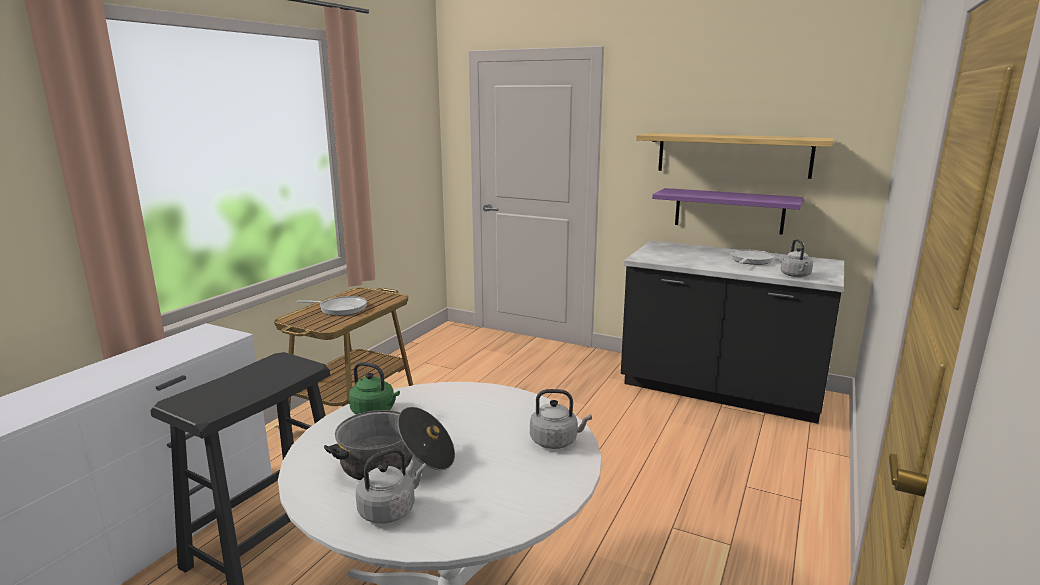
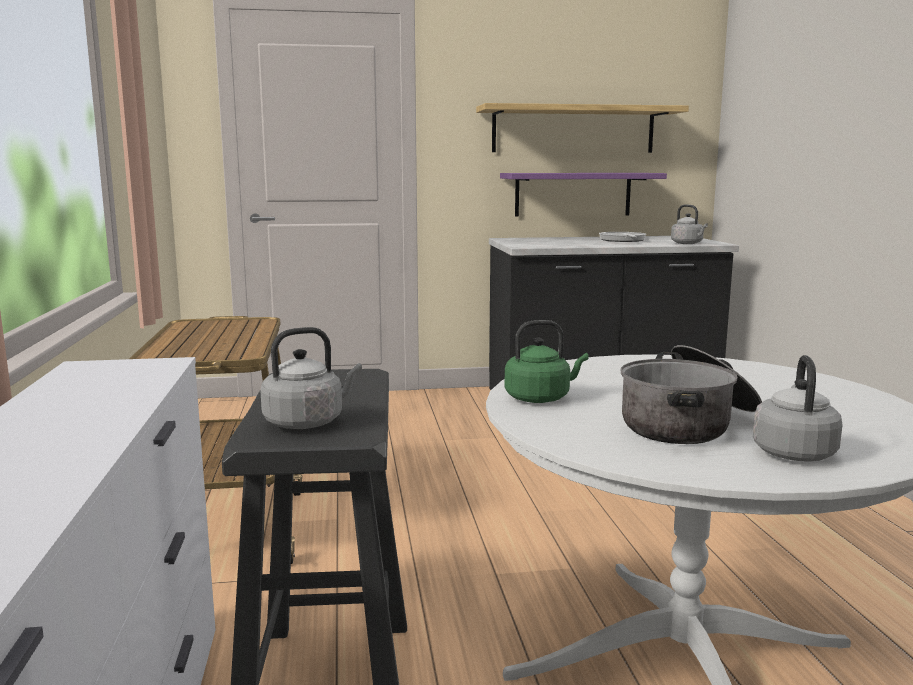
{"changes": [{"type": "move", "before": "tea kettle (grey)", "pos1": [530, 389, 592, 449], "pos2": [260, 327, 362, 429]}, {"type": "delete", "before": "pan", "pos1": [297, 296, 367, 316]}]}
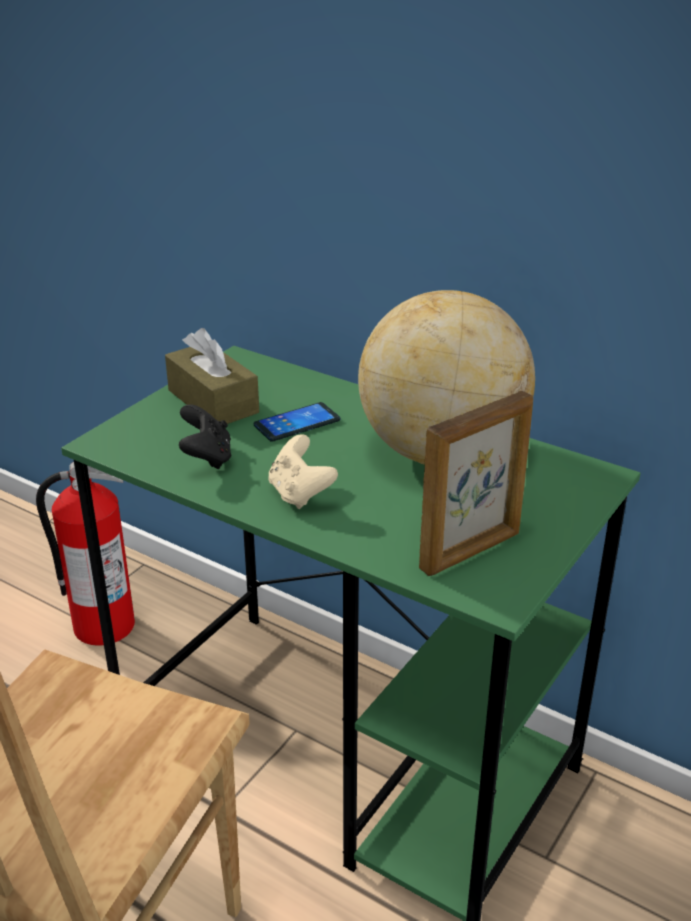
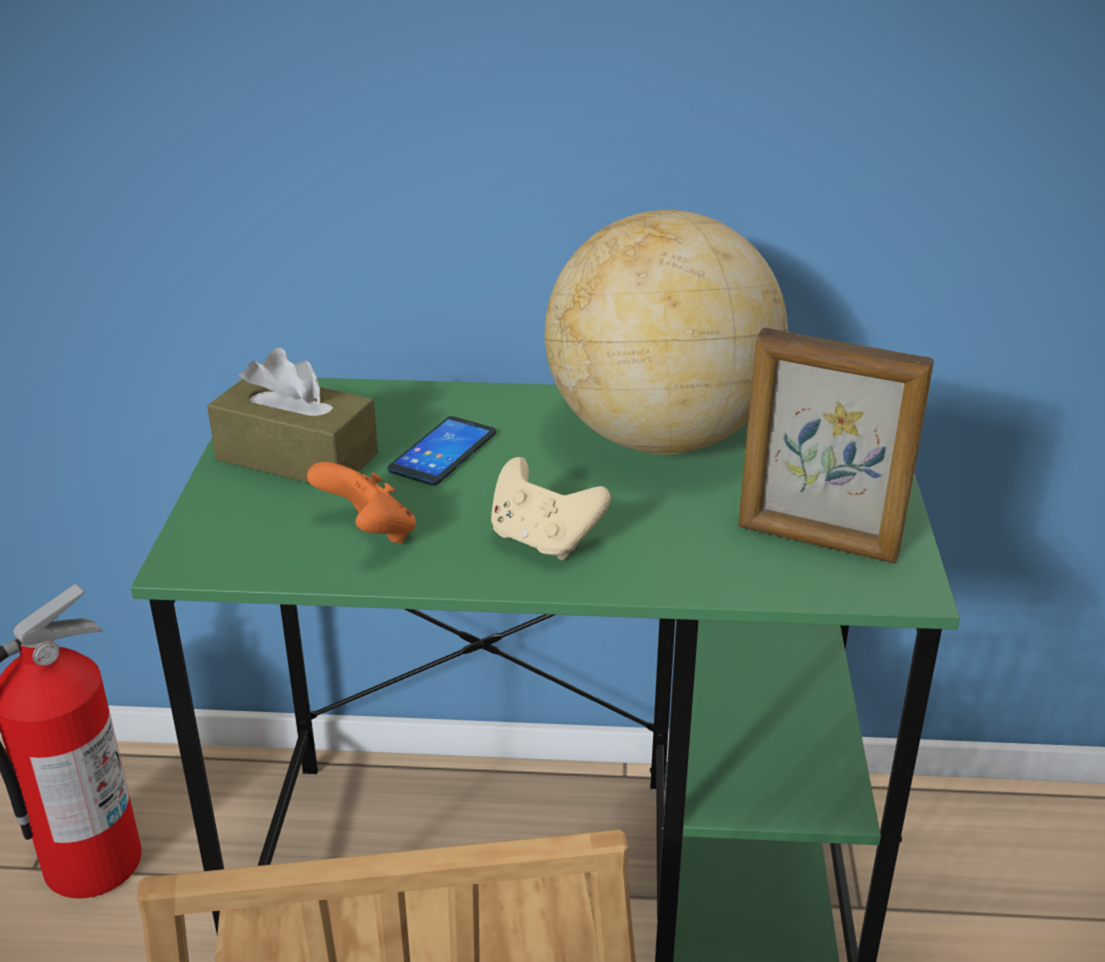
{"changes": [{"type": "recolor", "before": "gamepad (black)", "after": "gamepad (orangey)", "pos1": [179, 404, 231, 469], "pos2": [307, 462, 416, 544]}, {"type": "rotate", "before": "picture frame", "pos1": [419, 391, 533, 576], "pos2": [738, 327, 934, 563], "turn": 90}]}
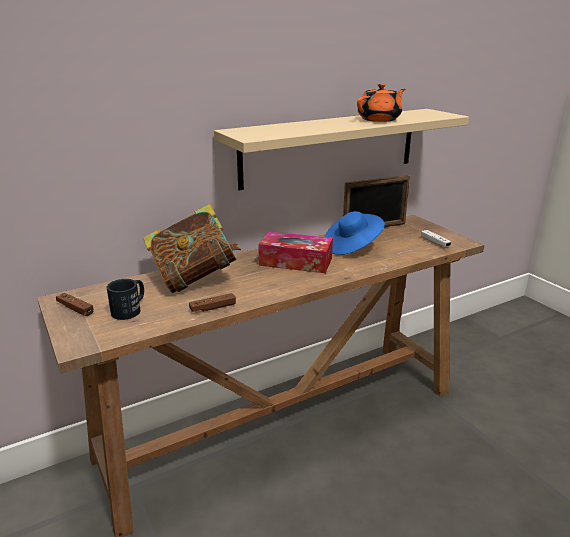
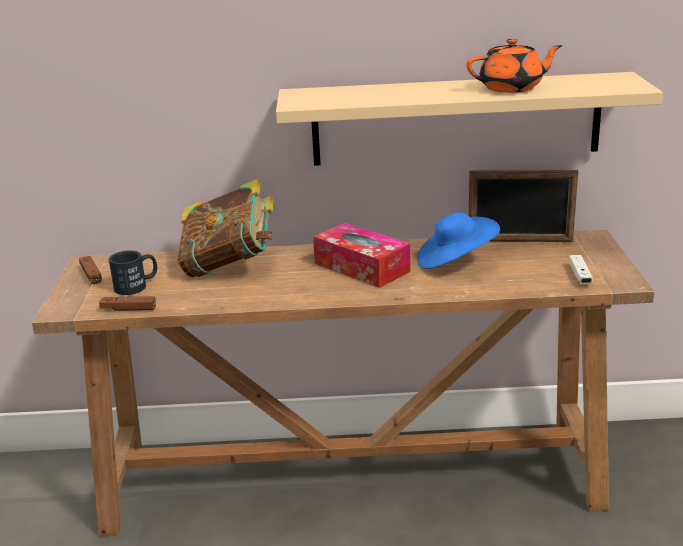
{"changes": [{"type": "move", "before": "gamepad (brown)", "pos1": [189, 293, 236, 312], "pos2": [99, 296, 156, 311]}]}
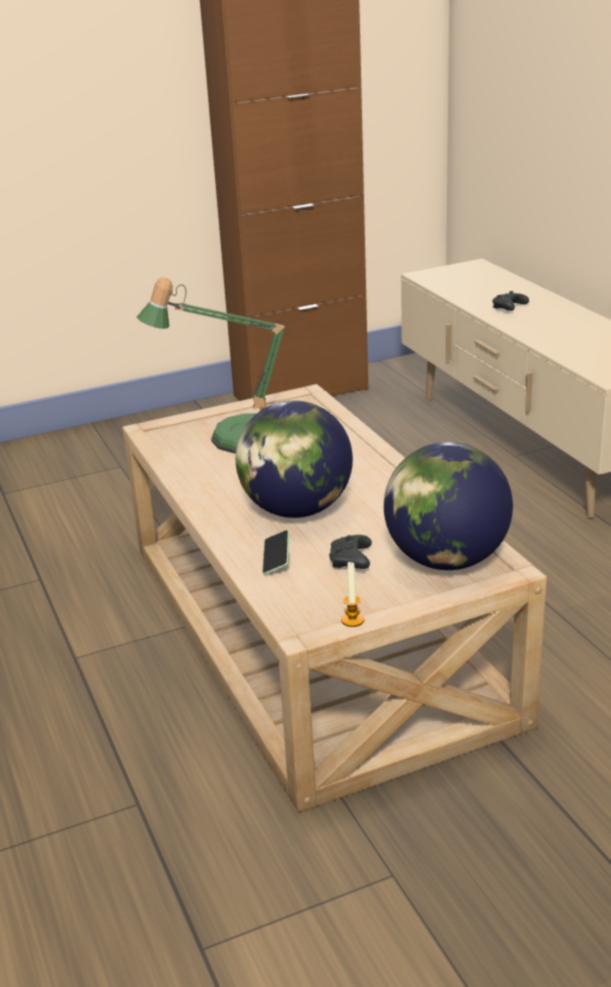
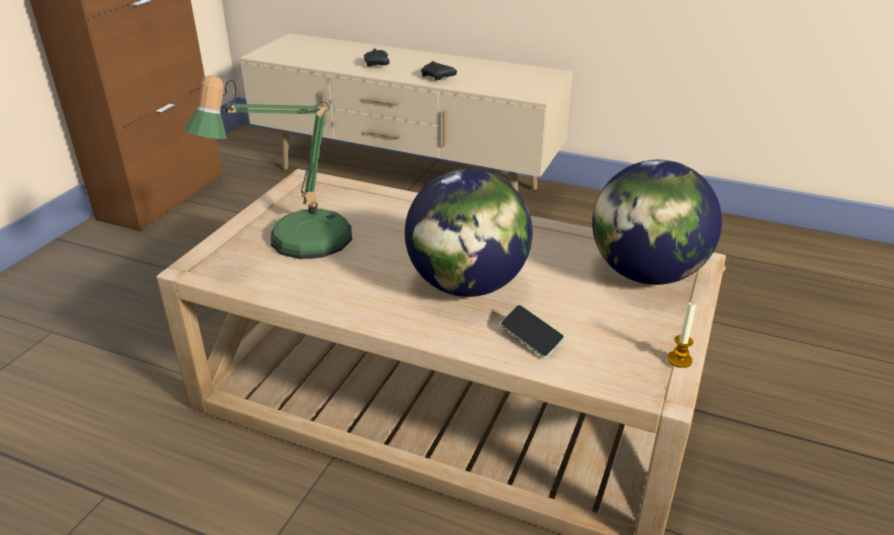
{"changes": [{"type": "move", "before": "gamepad (black)", "pos1": [329, 535, 372, 569], "pos2": [421, 61, 457, 81]}]}
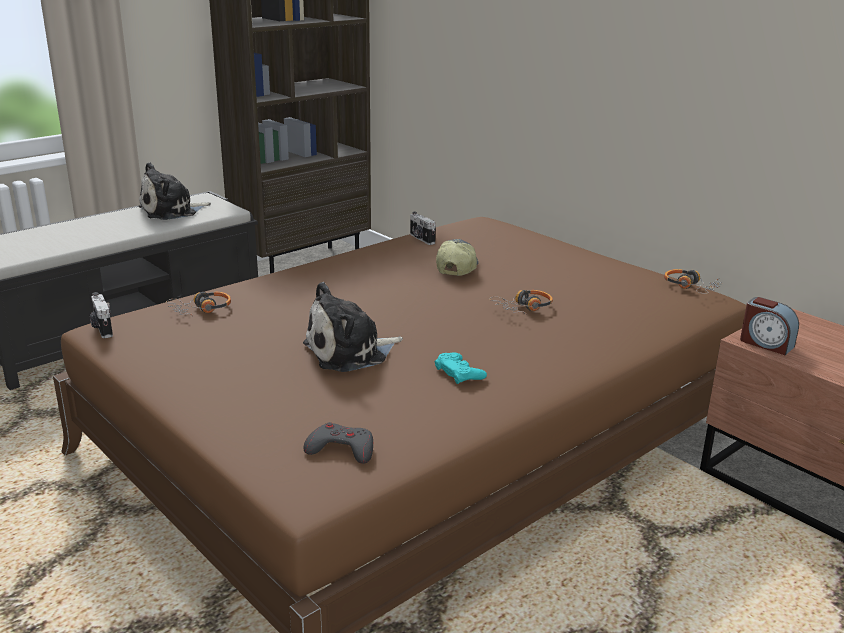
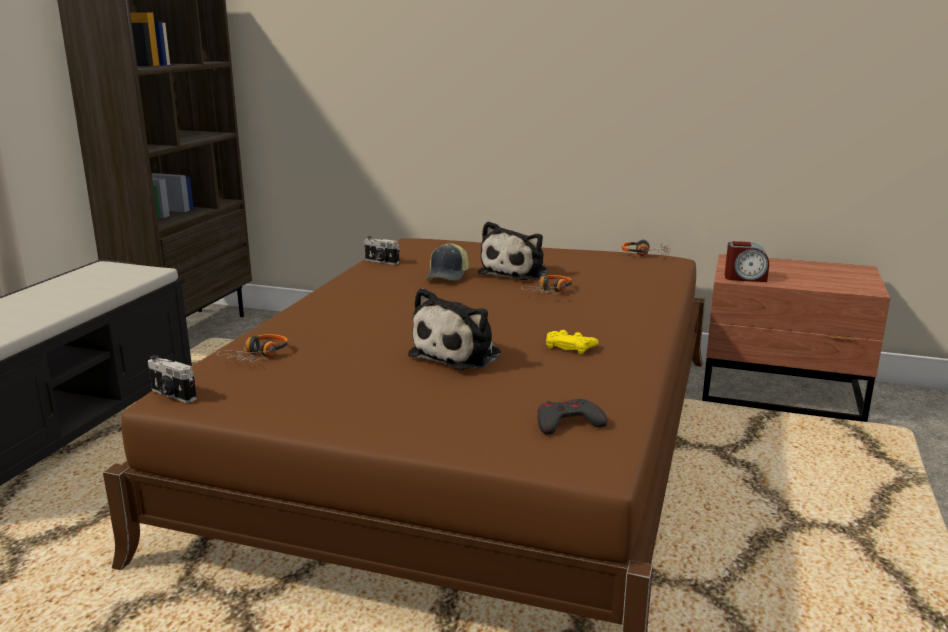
{"changes": [{"type": "rotate", "before": "cap", "pos1": [436, 239, 479, 276], "pos2": [426, 243, 469, 281], "turn": -150}, {"type": "move", "before": "cuddly toy", "pos1": [138, 162, 211, 220], "pos2": [478, 221, 548, 280]}, {"type": "recolor", "before": "gamepad (turquoise)", "after": "gamepad (yellow-coloured)", "pos1": [434, 352, 487, 384], "pos2": [546, 330, 599, 355]}]}
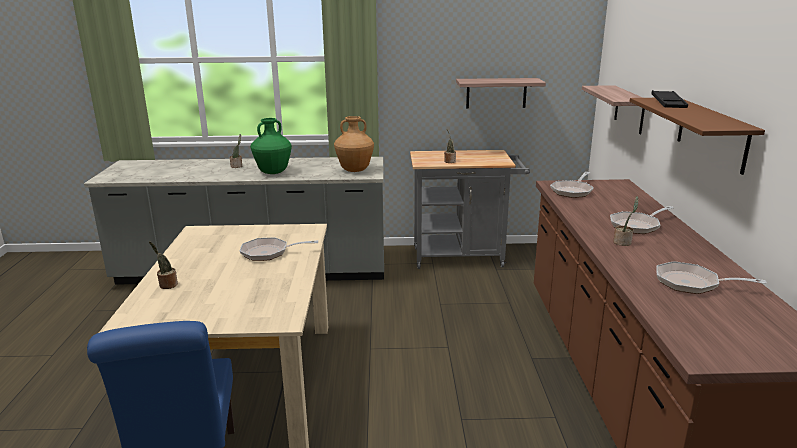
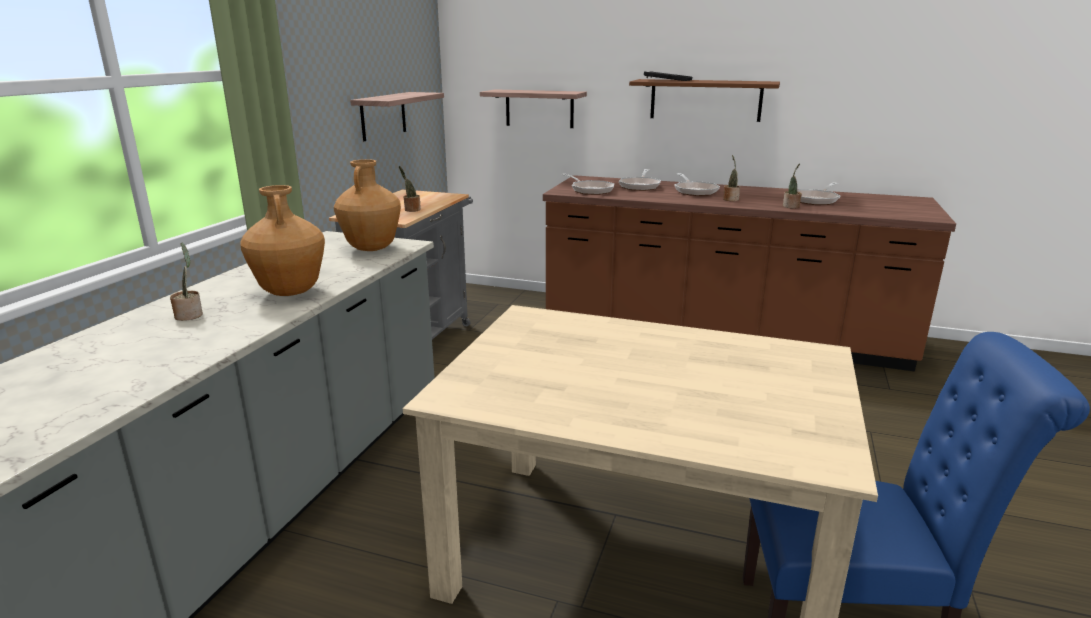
{"changes": [{"type": "recolor", "before": "vase (greenish)", "after": "vase (brown)", "pos1": [250, 118, 292, 174], "pos2": [240, 185, 325, 296]}, {"type": "move", "before": "pan", "pos1": [240, 237, 318, 261], "pos2": [619, 169, 661, 191]}, {"type": "move", "before": "houseplant", "pos1": [149, 241, 178, 289], "pos2": [783, 163, 802, 209]}]}
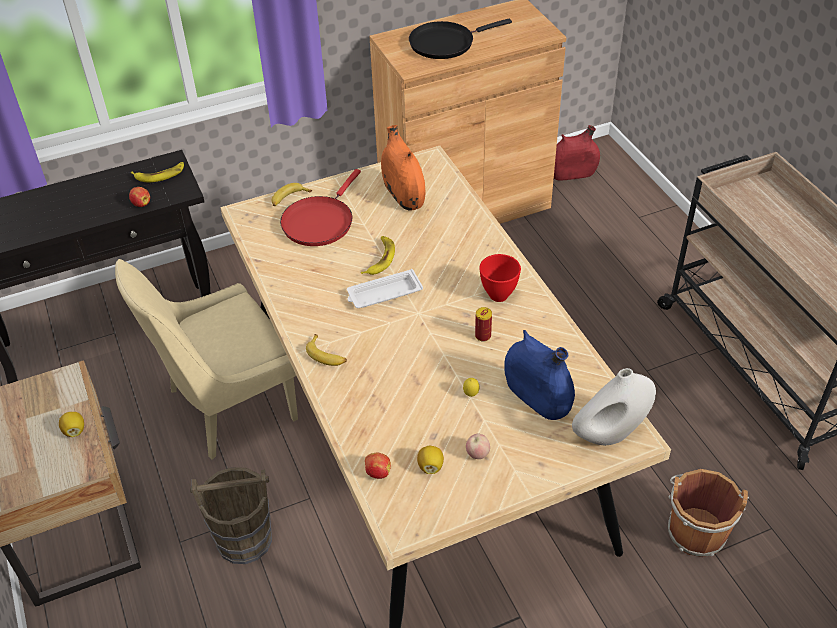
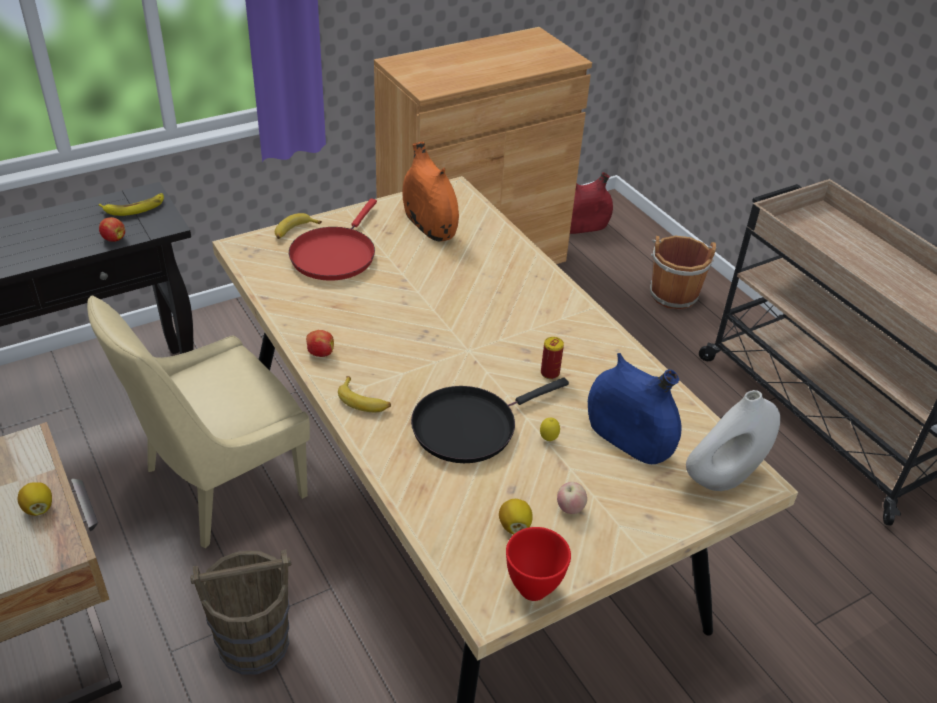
{"changes": [{"type": "move", "before": "whole apple", "pos1": [365, 453, 391, 479], "pos2": [306, 330, 334, 357]}, {"type": "move", "before": "pan (black)", "pos1": [409, 19, 512, 59], "pos2": [411, 378, 569, 463]}, {"type": "move", "before": "bowl (red-coloured)", "pos1": [479, 254, 521, 302], "pos2": [506, 527, 571, 601]}, {"type": "move", "before": "bucket (brown)", "pos1": [668, 469, 749, 558], "pos2": [650, 236, 717, 310]}, {"type": "delete", "before": "carrying tray (white-coloured)", "pos1": [347, 269, 423, 308]}, {"type": "delete", "before": "banana fruit", "pos1": [361, 236, 395, 275]}]}
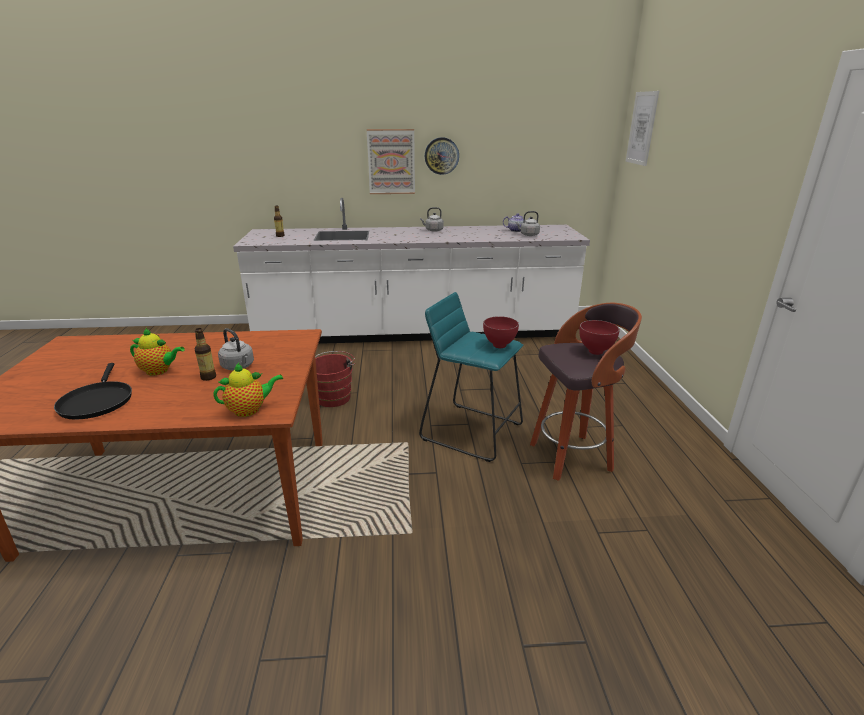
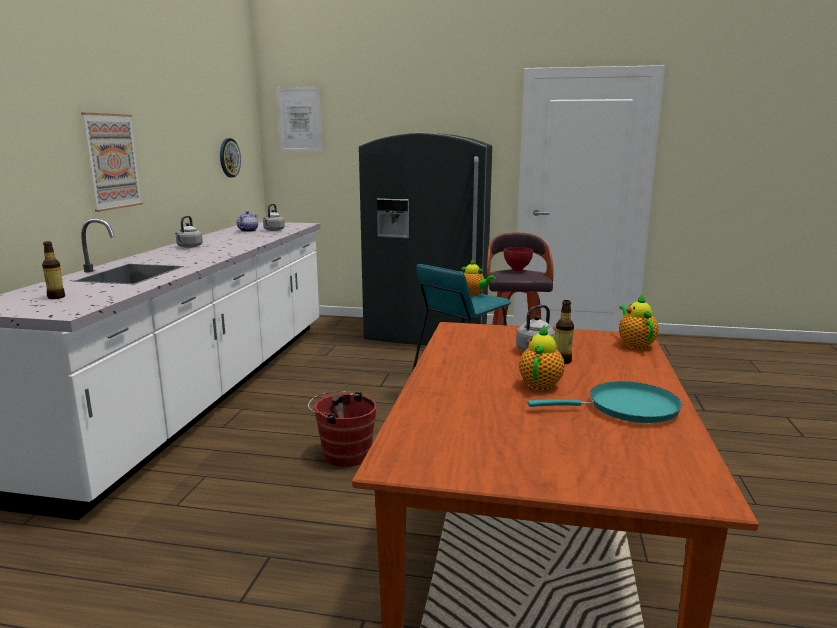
{"changes": [{"type": "move", "before": "hanging clock", "pos1": [425, 137, 459, 175], "pos2": [220, 138, 241, 178]}, {"type": "insert", "after": "refrigerator (grey)", "pos2": [359, 133, 492, 345]}, {"type": "replace", "before": "bowl (red-coloured)", "after": "tea pot", "pos1": [483, 316, 519, 348], "pos2": [460, 260, 496, 295]}, {"type": "recolor", "before": "pan (black)", "after": "pan (turquoise)", "pos1": [54, 363, 132, 420], "pos2": [528, 381, 682, 423]}]}
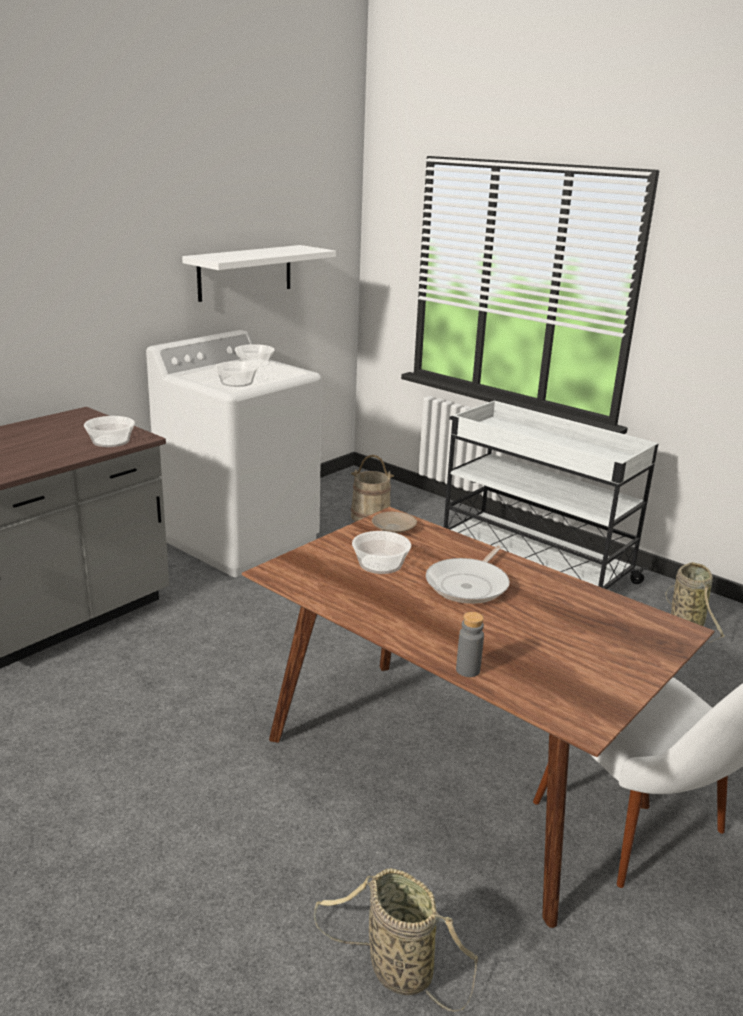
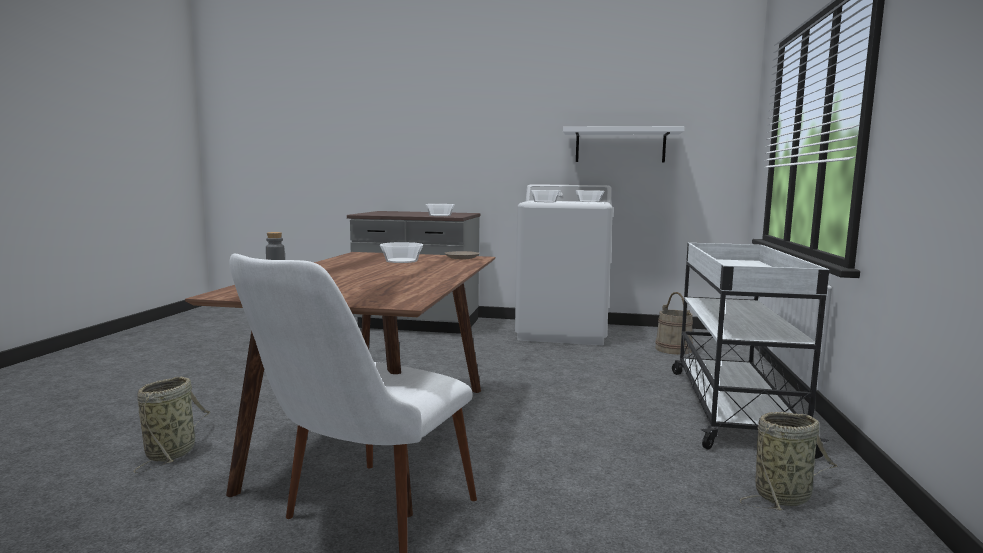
{"changes": [{"type": "delete", "before": "pan", "pos1": [426, 546, 510, 604]}]}
